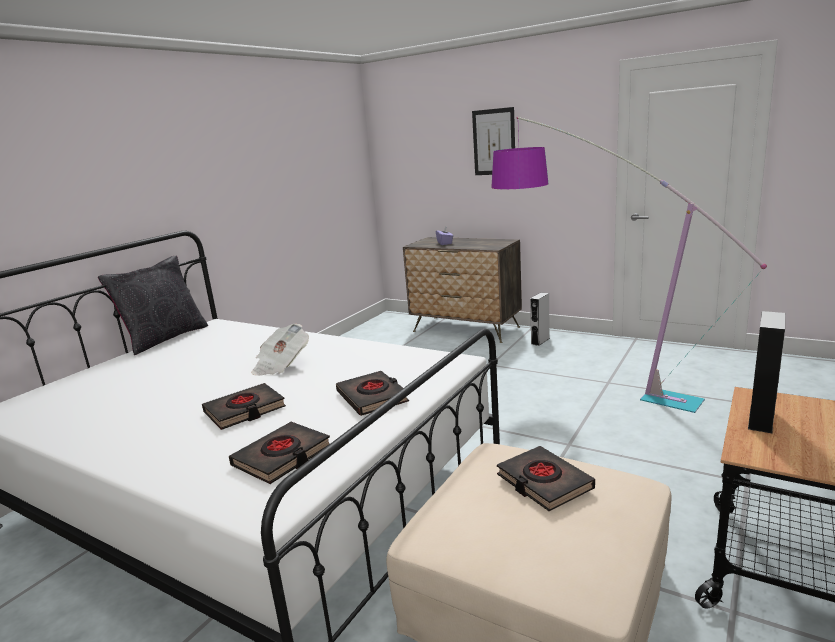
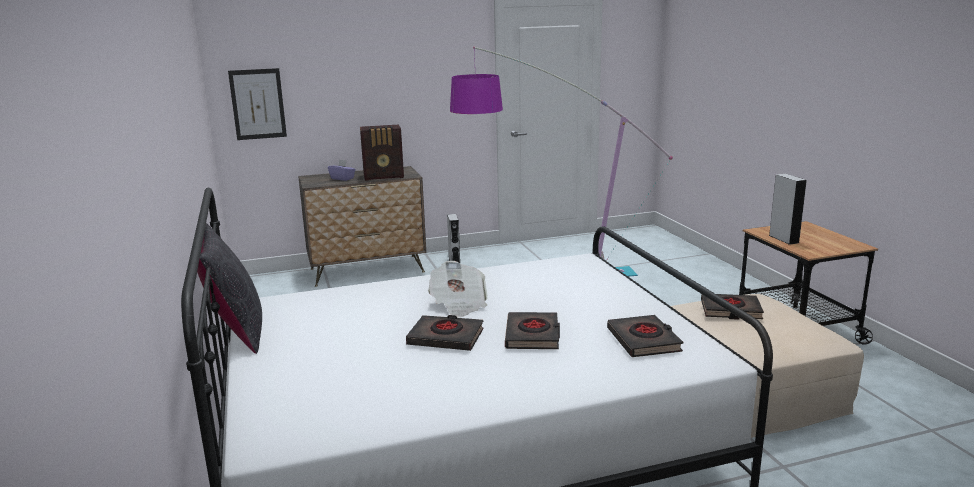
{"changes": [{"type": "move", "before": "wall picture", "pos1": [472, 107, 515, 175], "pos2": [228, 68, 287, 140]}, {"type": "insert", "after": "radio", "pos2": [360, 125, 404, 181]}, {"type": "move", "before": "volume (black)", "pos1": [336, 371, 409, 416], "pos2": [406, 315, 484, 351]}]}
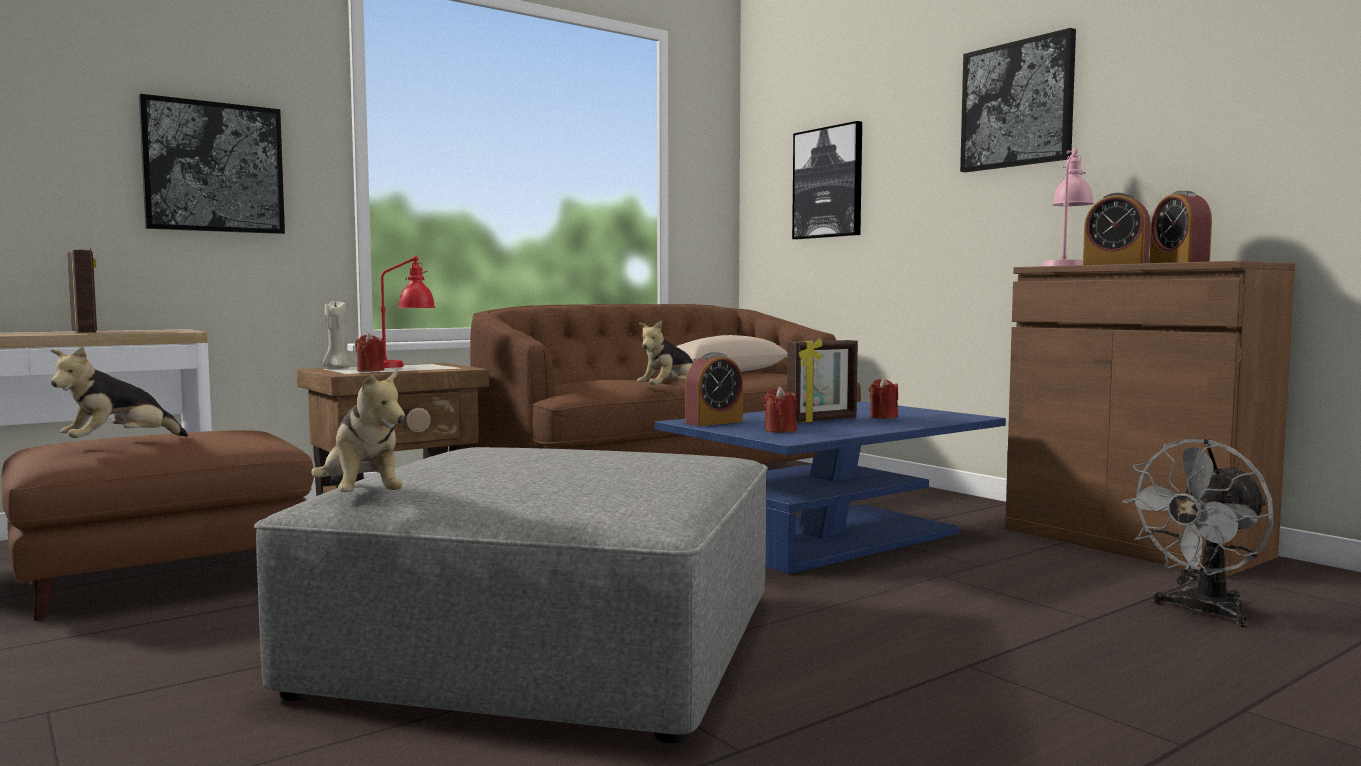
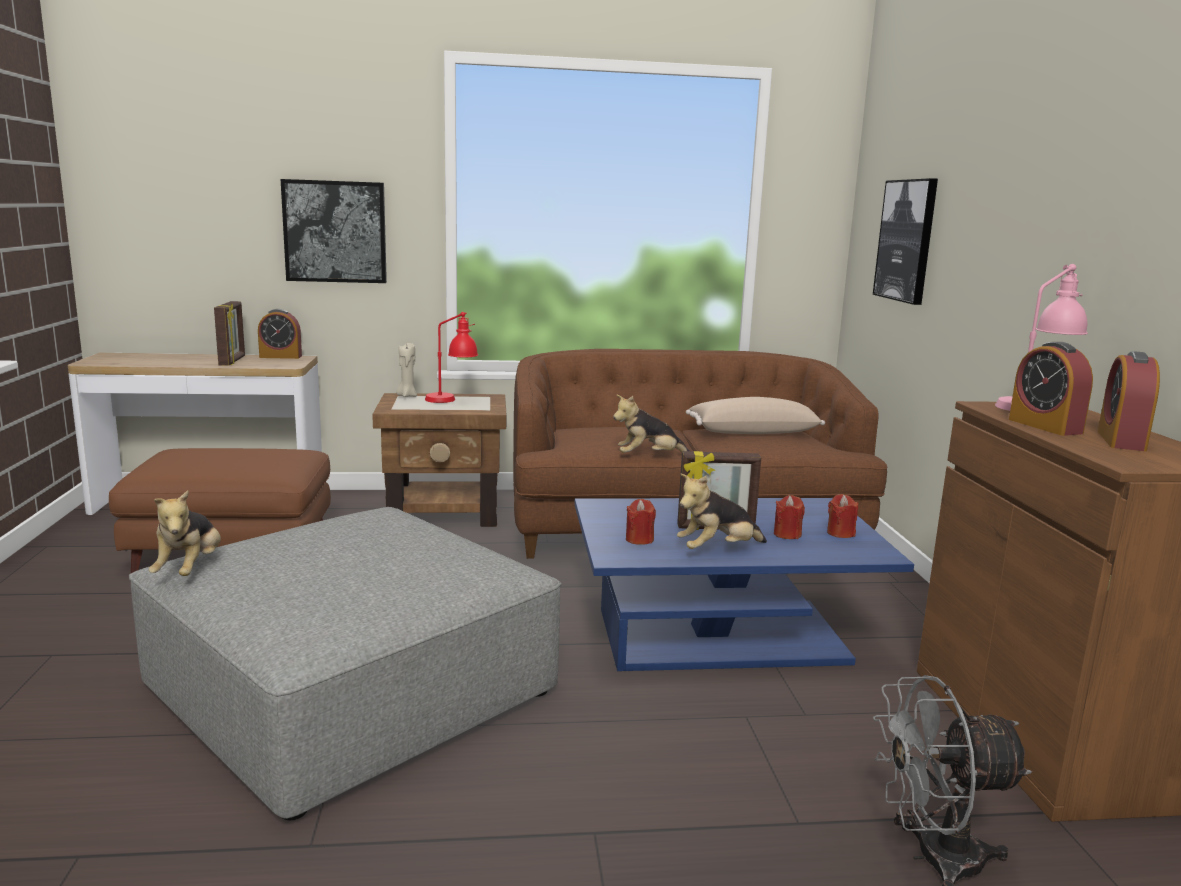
{"changes": [{"type": "move", "before": "table clock", "pos1": [685, 352, 743, 426], "pos2": [258, 309, 302, 359]}, {"type": "move", "before": "cuddly toy", "pos1": [51, 346, 188, 438], "pos2": [677, 474, 767, 549]}, {"type": "move", "before": "candle (red-coloured)", "pos1": [355, 333, 384, 372], "pos2": [827, 494, 858, 538]}, {"type": "delete", "before": "wall picture", "pos1": [960, 28, 1076, 172]}]}
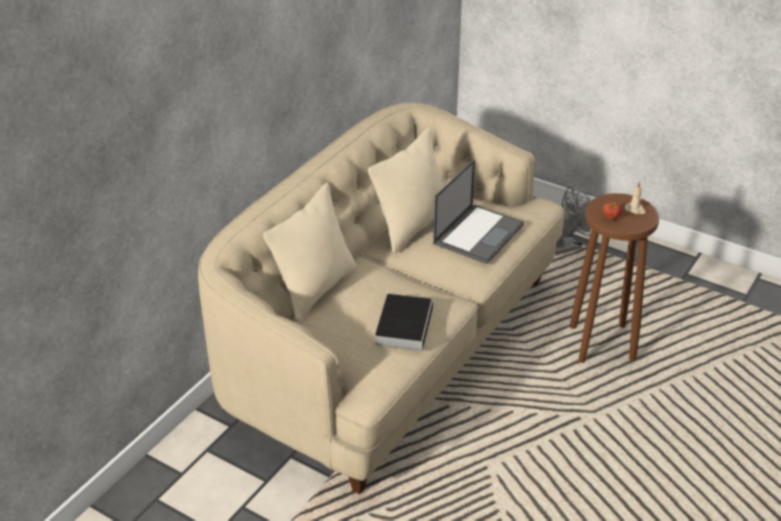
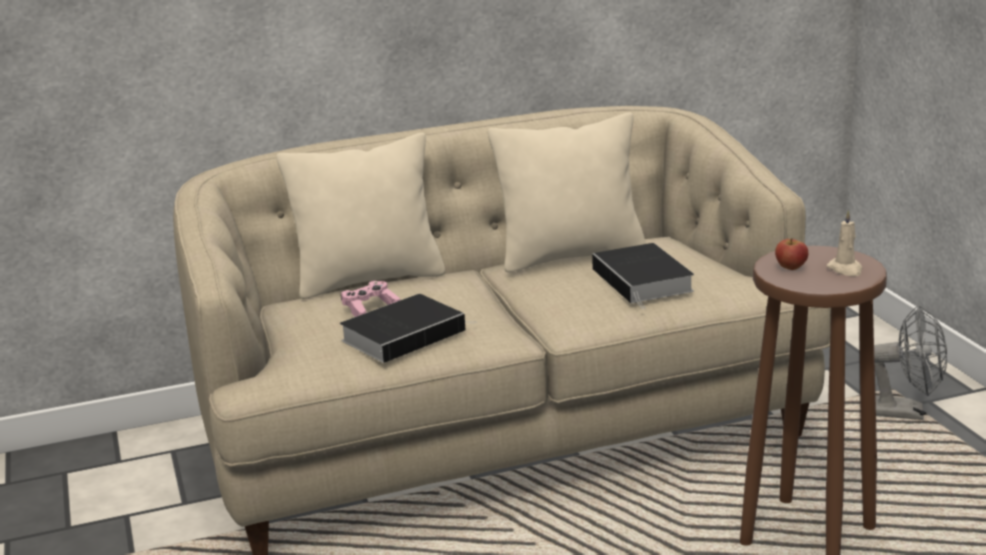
{"changes": [{"type": "insert", "after": "gamepad (pink-coloured)", "pos2": [341, 281, 400, 317]}, {"type": "replace", "before": "laptop", "after": "volume", "pos1": [433, 159, 524, 264], "pos2": [592, 243, 694, 309]}]}
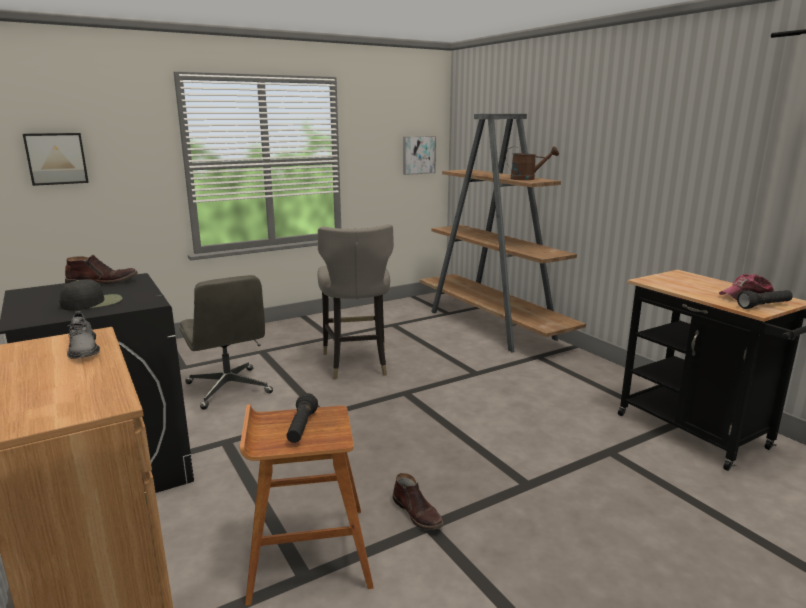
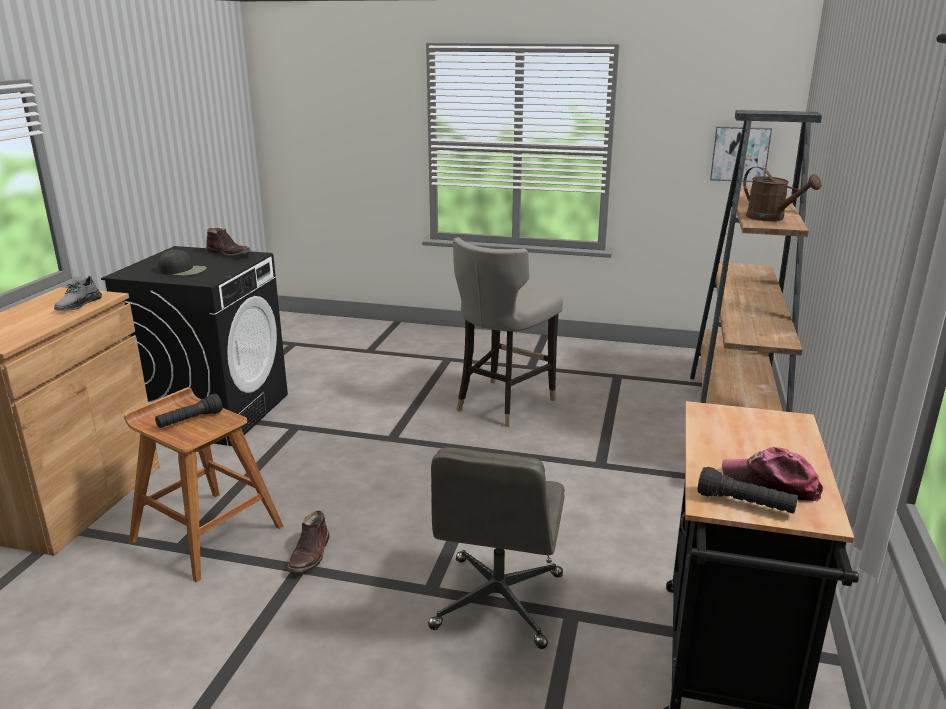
{"changes": [{"type": "move", "before": "computer chair (grey)", "pos1": [180, 275, 273, 410], "pos2": [428, 447, 565, 649]}, {"type": "delete", "before": "wall picture", "pos1": [23, 133, 89, 186]}]}
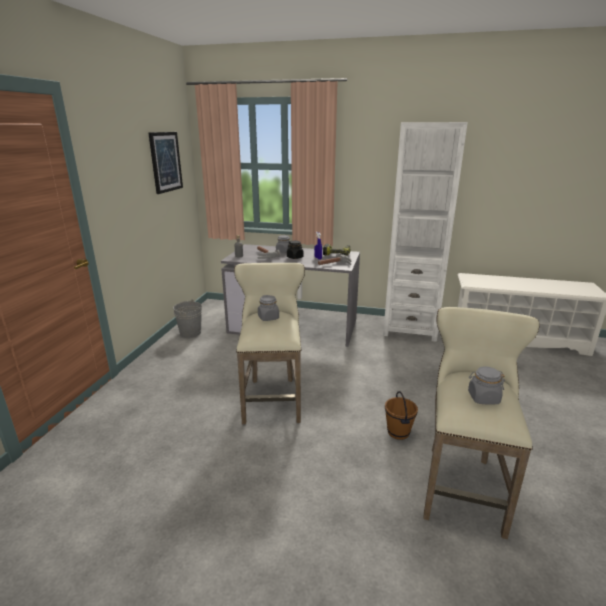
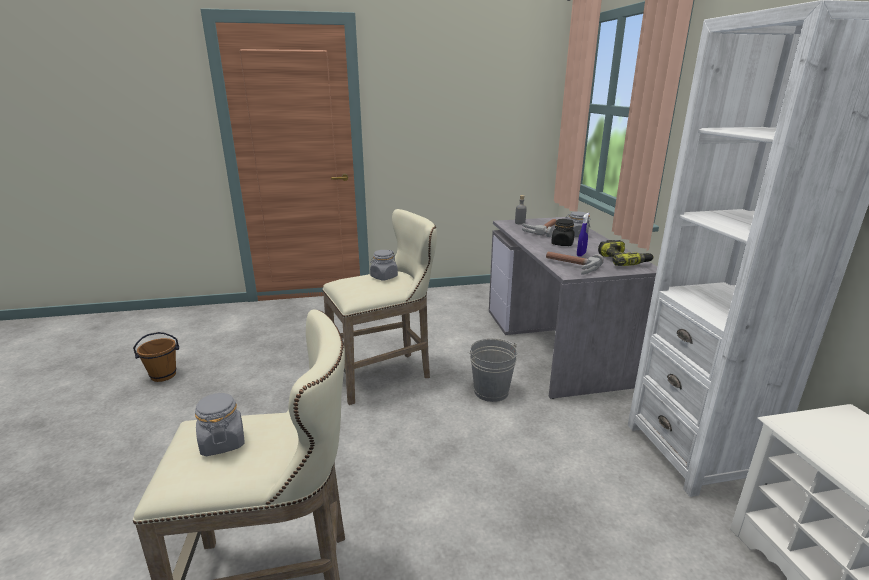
{"changes": [{"type": "move", "before": "bucket (brown)", "pos1": [385, 391, 418, 440], "pos2": [133, 332, 179, 382]}, {"type": "move", "before": "bucket (grey)", "pos1": [173, 299, 202, 338], "pos2": [468, 338, 517, 402]}, {"type": "delete", "before": "wall picture", "pos1": [148, 132, 183, 194]}]}
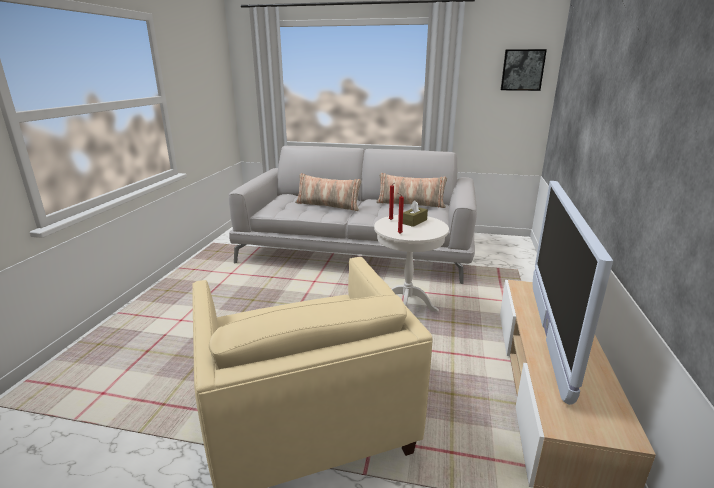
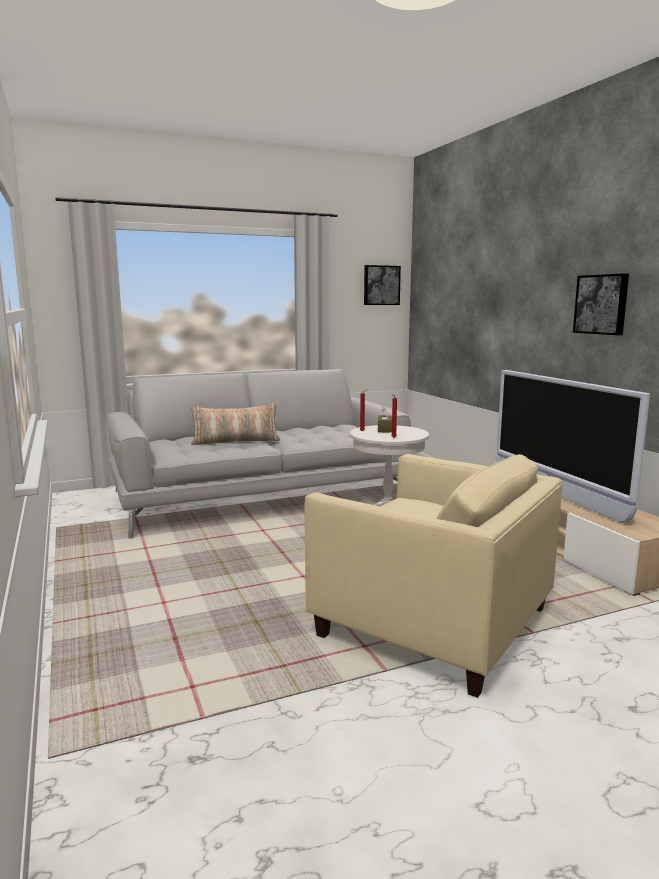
{"changes": [{"type": "insert", "after": "wall picture", "pos2": [573, 273, 629, 335]}, {"type": "delete", "before": "cushion", "pos1": [376, 173, 447, 208]}]}
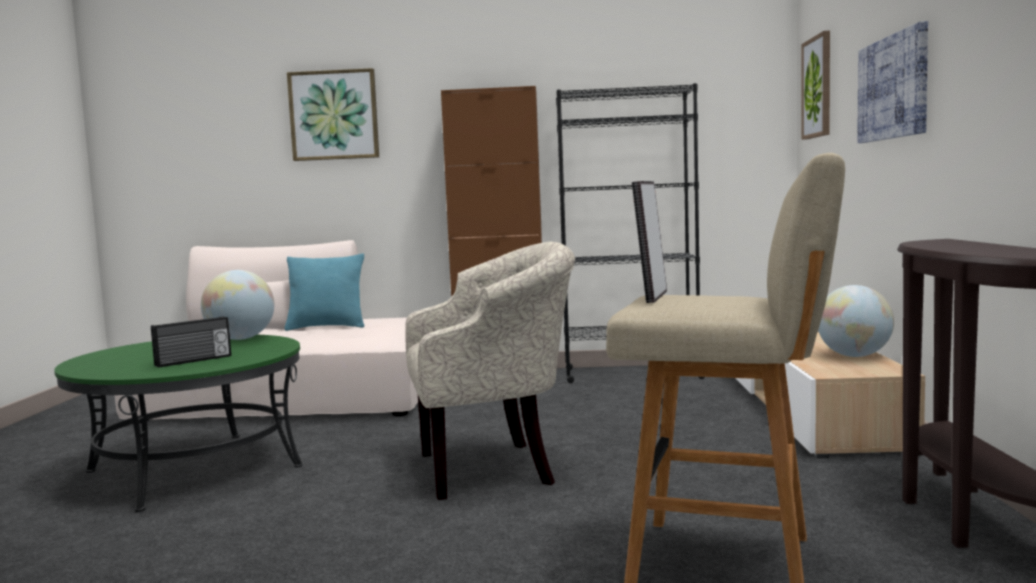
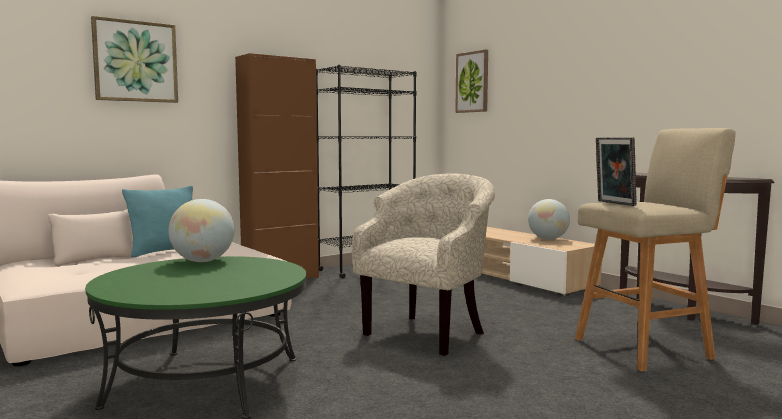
{"changes": [{"type": "delete", "before": "radio", "pos1": [151, 316, 231, 368]}, {"type": "delete", "before": "wall picture", "pos1": [857, 21, 928, 143]}]}
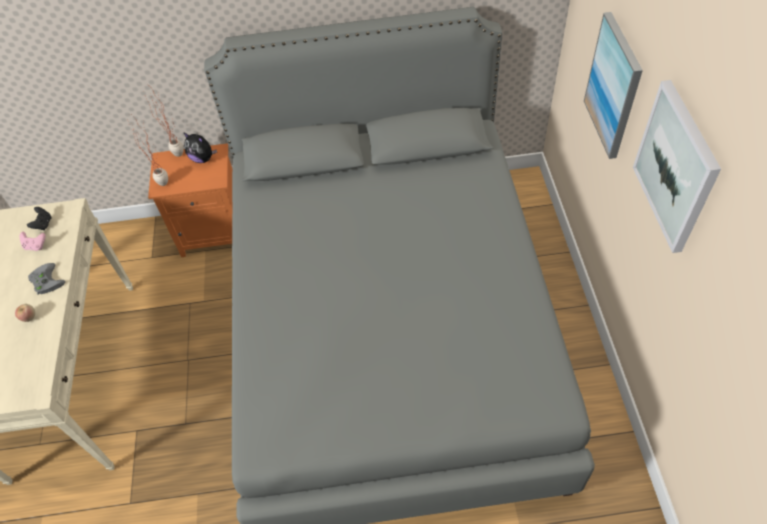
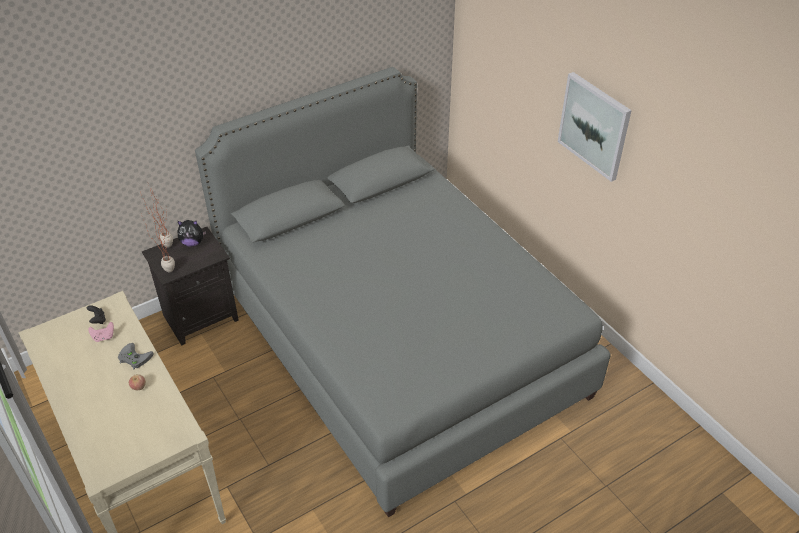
{"changes": [{"type": "recolor", "before": "bedside table (orangey)", "after": "bedside table (black)", "pos1": [148, 143, 232, 257], "pos2": [142, 227, 239, 345]}, {"type": "delete", "before": "wall picture", "pos1": [584, 12, 643, 159]}]}
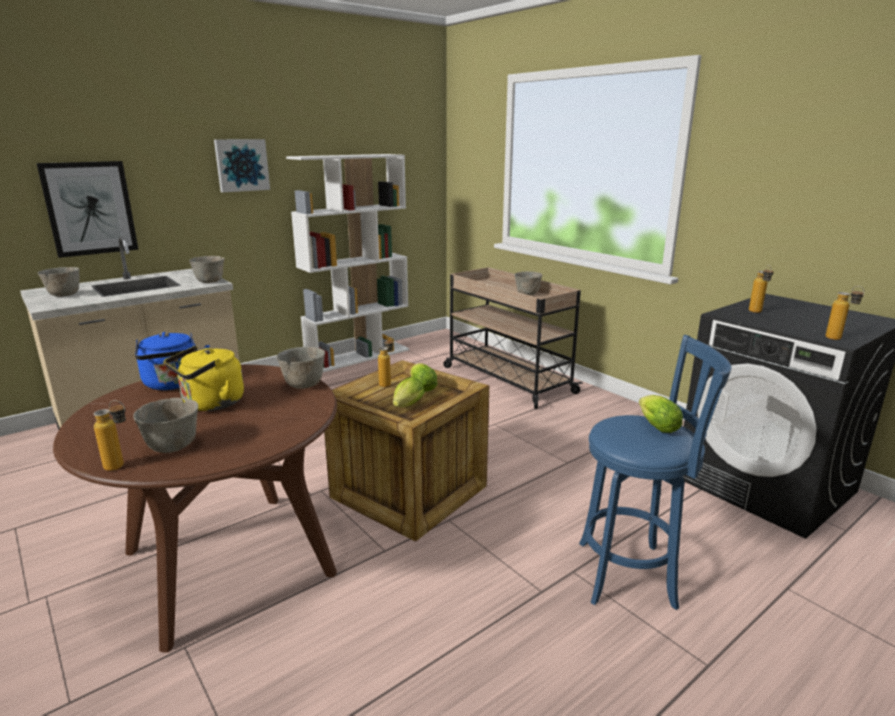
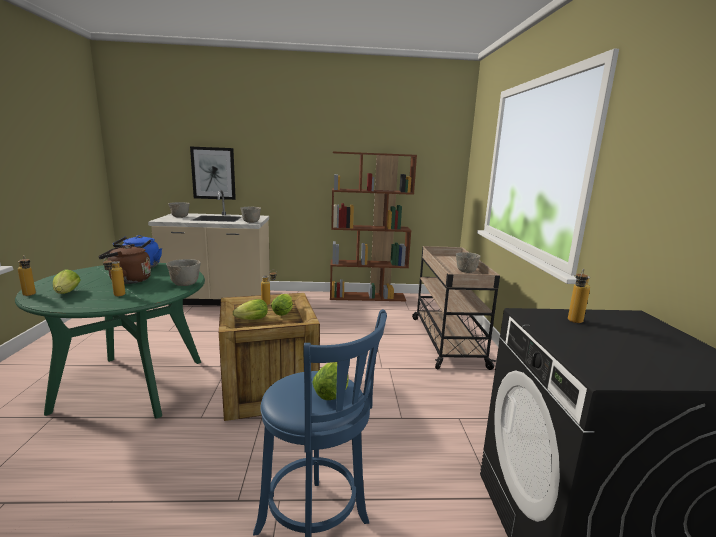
{"changes": [{"type": "recolor", "before": "kitchen table (brown)", "after": "kitchen table (greenish)", "pos1": [53, 365, 337, 653], "pos2": [15, 263, 205, 419]}, {"type": "replace", "before": "bowl (grey)", "after": "lettuce head", "pos1": [133, 398, 198, 453], "pos2": [53, 269, 81, 294]}, {"type": "recolor", "before": "tea kettle (yellow-coloured)", "after": "tea kettle (brown)", "pos1": [164, 346, 244, 411], "pos2": [98, 244, 151, 284]}, {"type": "move", "before": "beverage bottle", "pos1": [825, 286, 864, 340], "pos2": [103, 257, 125, 296]}, {"type": "recolor", "before": "bookshelf (white-coloured)", "after": "bookshelf (brown)", "pos1": [286, 154, 409, 372], "pos2": [330, 152, 417, 301]}, {"type": "delete", "before": "wall picture", "pos1": [214, 139, 270, 192]}]}
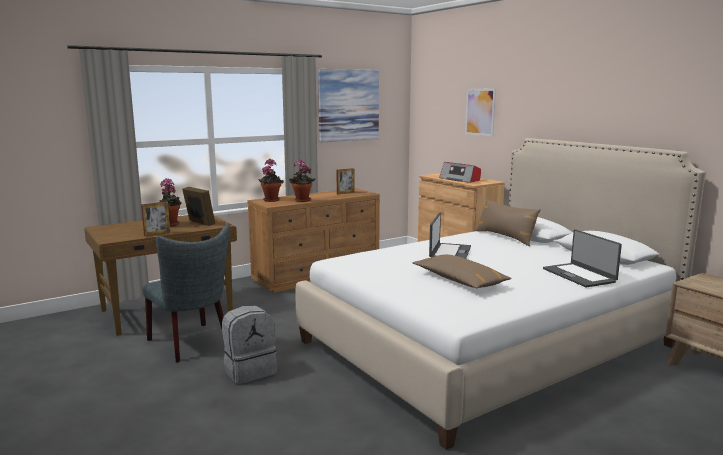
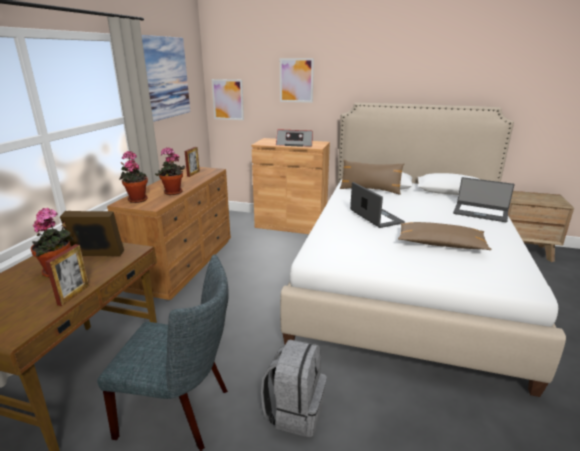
{"changes": [{"type": "insert", "after": "wall picture", "pos2": [212, 79, 244, 120]}]}
